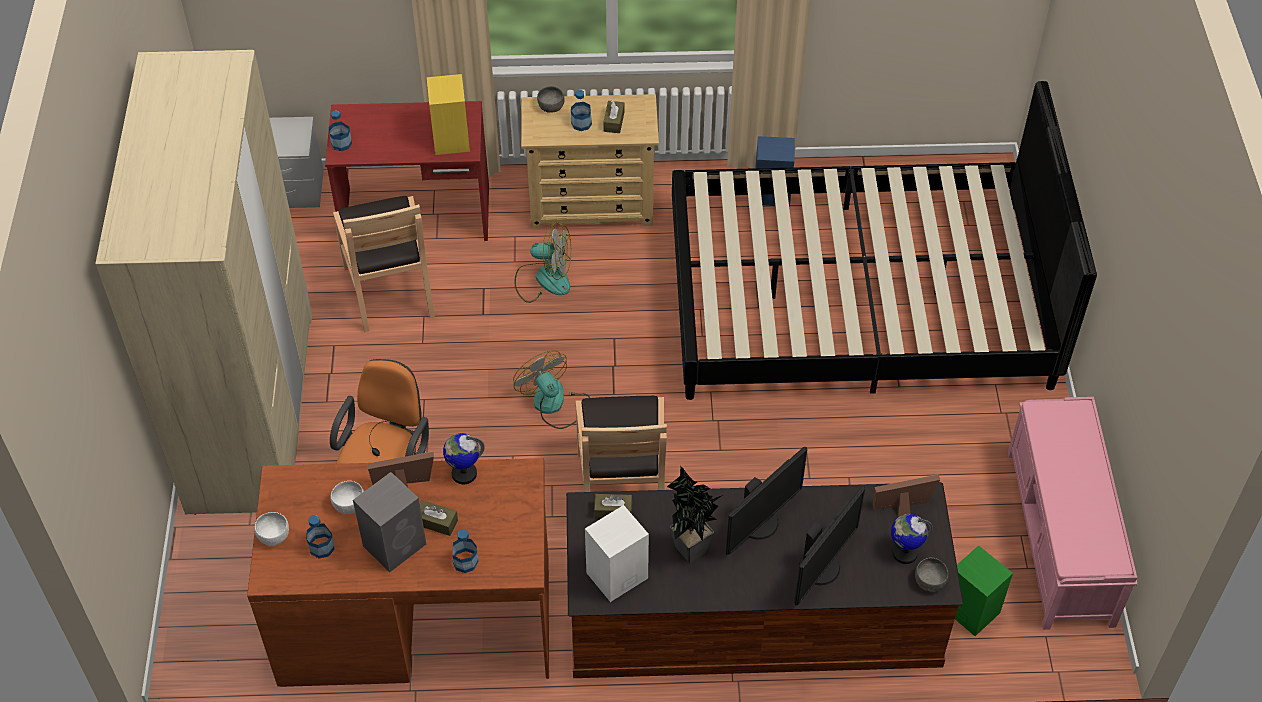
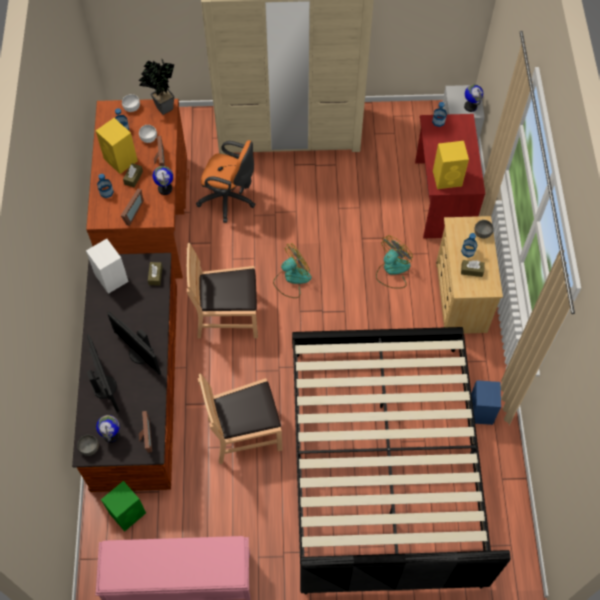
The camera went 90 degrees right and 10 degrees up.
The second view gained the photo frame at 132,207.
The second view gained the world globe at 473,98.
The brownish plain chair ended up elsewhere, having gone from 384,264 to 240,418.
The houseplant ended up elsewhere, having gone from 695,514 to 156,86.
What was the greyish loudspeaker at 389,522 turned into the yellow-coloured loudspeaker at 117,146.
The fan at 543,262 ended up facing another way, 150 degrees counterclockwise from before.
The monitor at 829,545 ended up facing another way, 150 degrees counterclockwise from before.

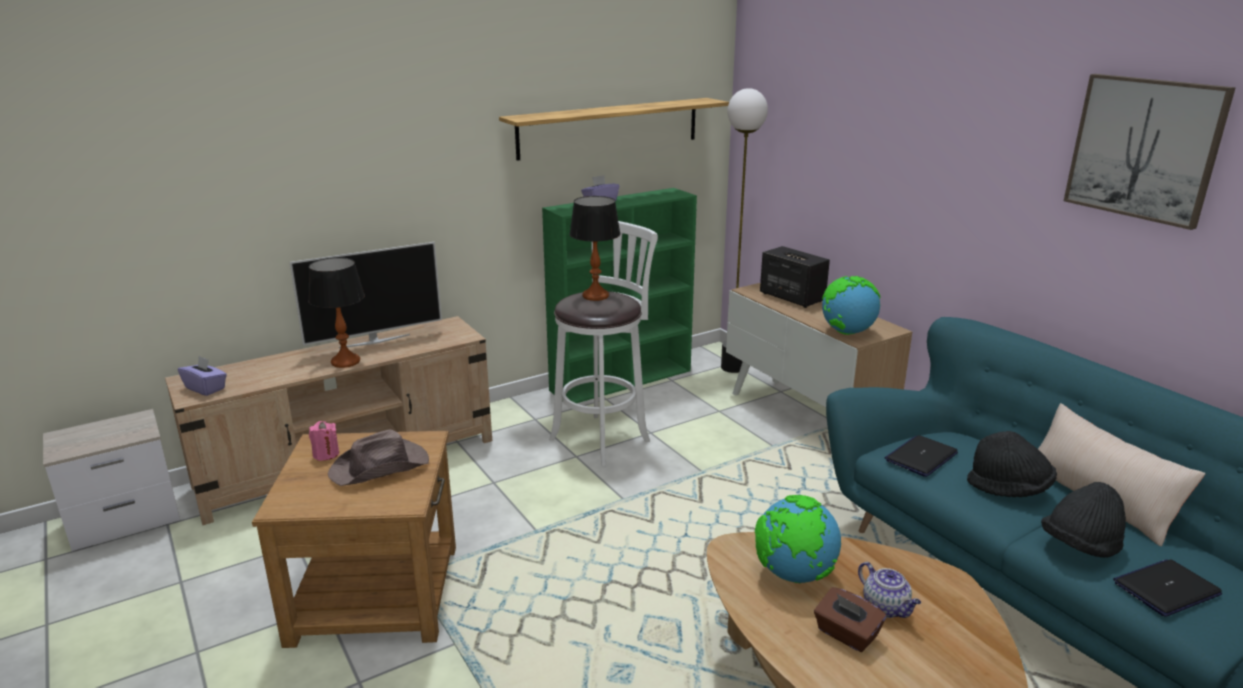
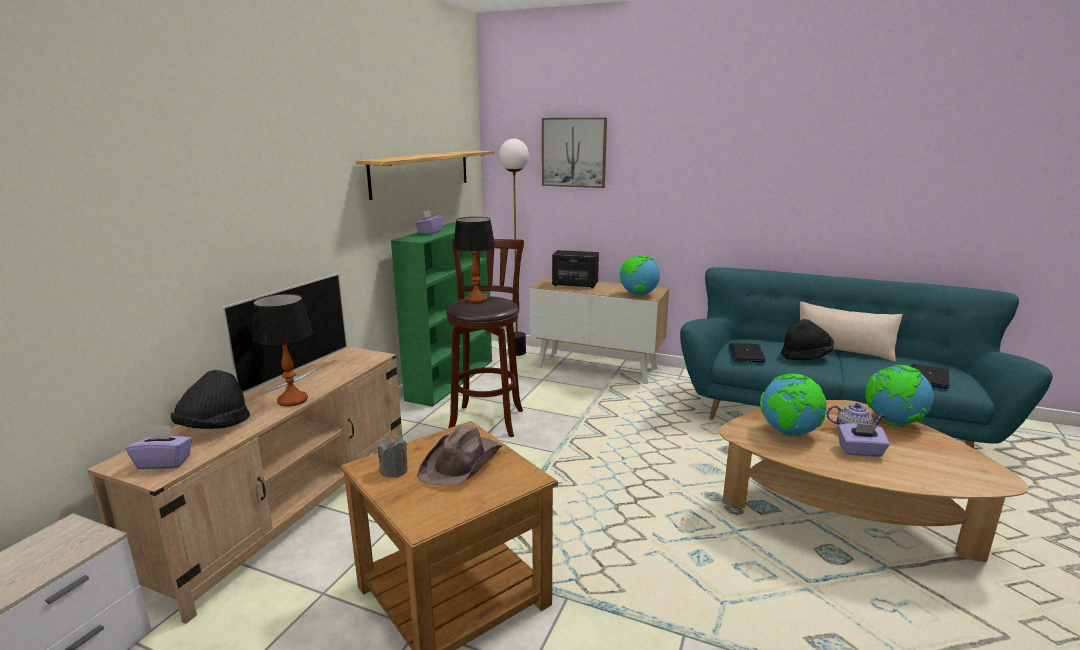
The camera went 35 degrees left and 5 degrees down.
The second view gained the world globe at 899,395.
The black wearable hat ended up elsewhere, having gone from 1083,520 to 210,399.
The wall art ended up elsewhere, having gone from 1150,152 to 574,153.
What was the pink-coloured wax candle at 324,441 turned into the greyish wax candle at 393,457.
What was the whitish stool at 603,344 turned into the brownish stool at 485,337.
What was the brownish tissue holder at 850,619 turned into the purplish tissue holder at 864,440.

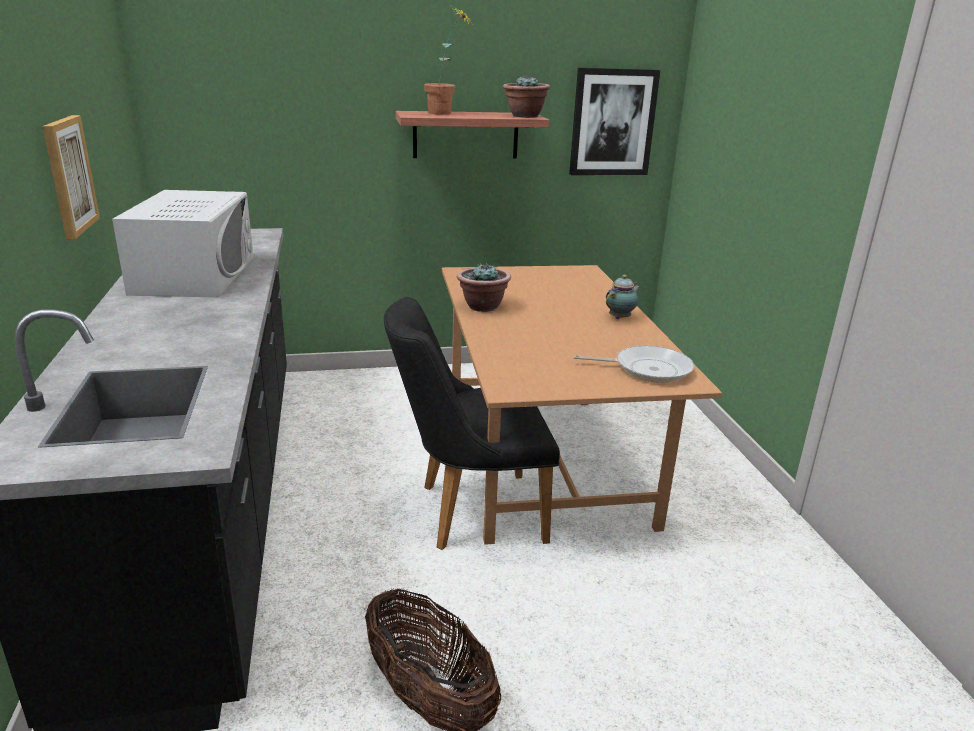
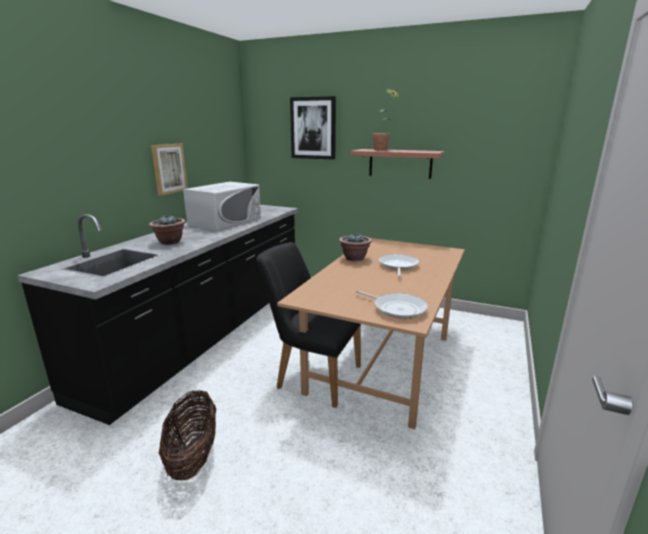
The camera went 35 degrees right and 5 degrees down.
The second view lost the tea pot at 623,297.
The second view gained the pan at 399,266.
The houseplant ended up elsewhere, having gone from 526,96 to 167,230.
The wall art ended up elsewhere, having gone from 614,121 to 313,128.

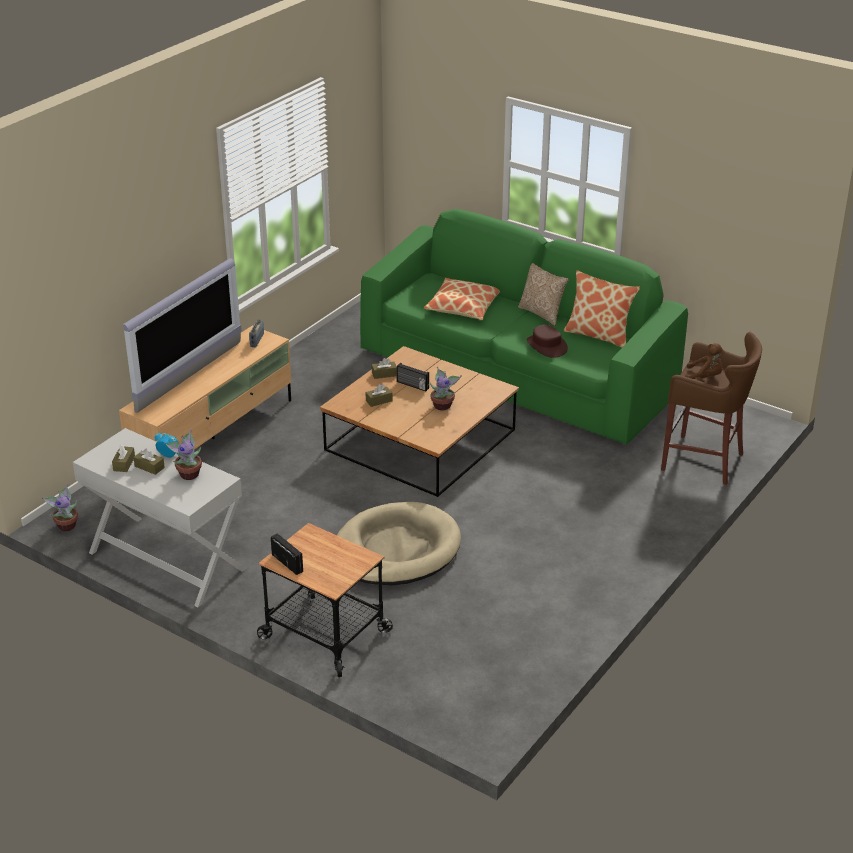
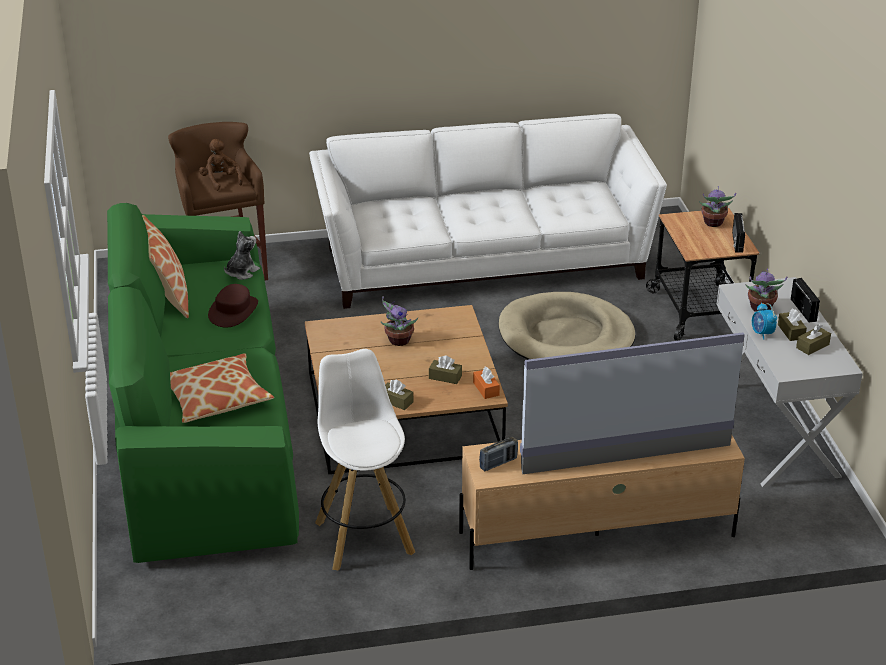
The camera went 135 degrees left and 0 degrees up.
The second view lost the pillow at 543,294.
The second view gained the cuddly toy at 242,255.
The second view gained the whitish sofa at 488,211.
The second view gained the whitish stool at 365,459.
The second view gained the orange-coloured tissue holder at 486,383.
The houseplant ended up elsewhere, having gone from 60,507 to 717,206.
The radio receiver ended up elsewhere, having gone from 413,377 to 805,300.

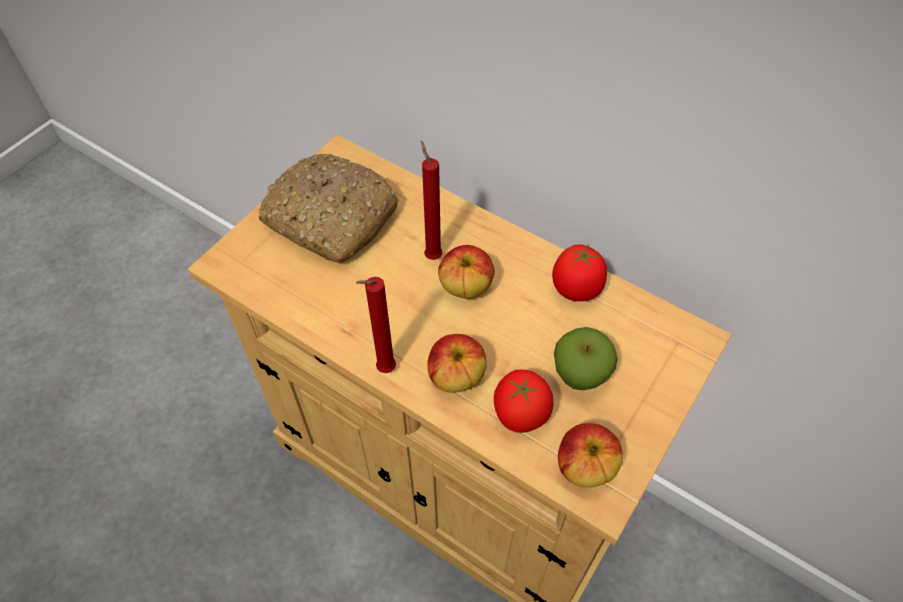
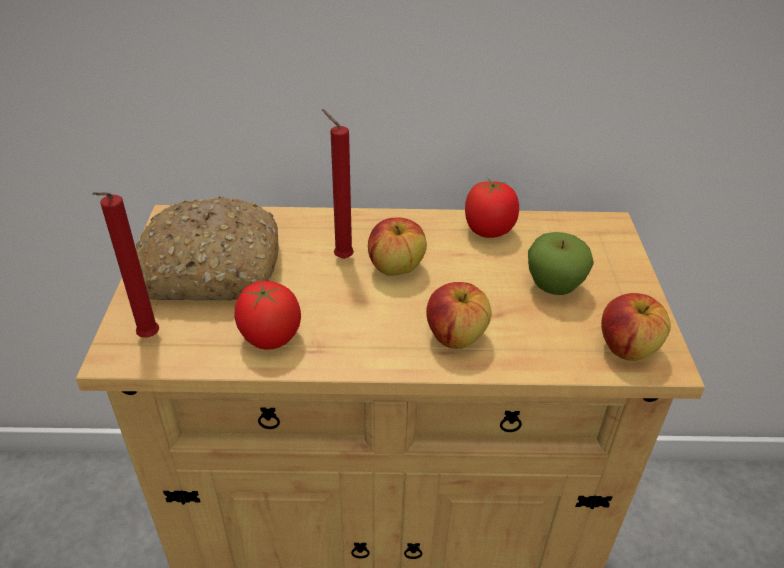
The camera went 35 degrees left and 15 degrees down.
The red wax candle ended up elsewhere, having gone from 376,325 to 125,265.
The tomato ended up elsewhere, having gone from 524,401 to 268,315.

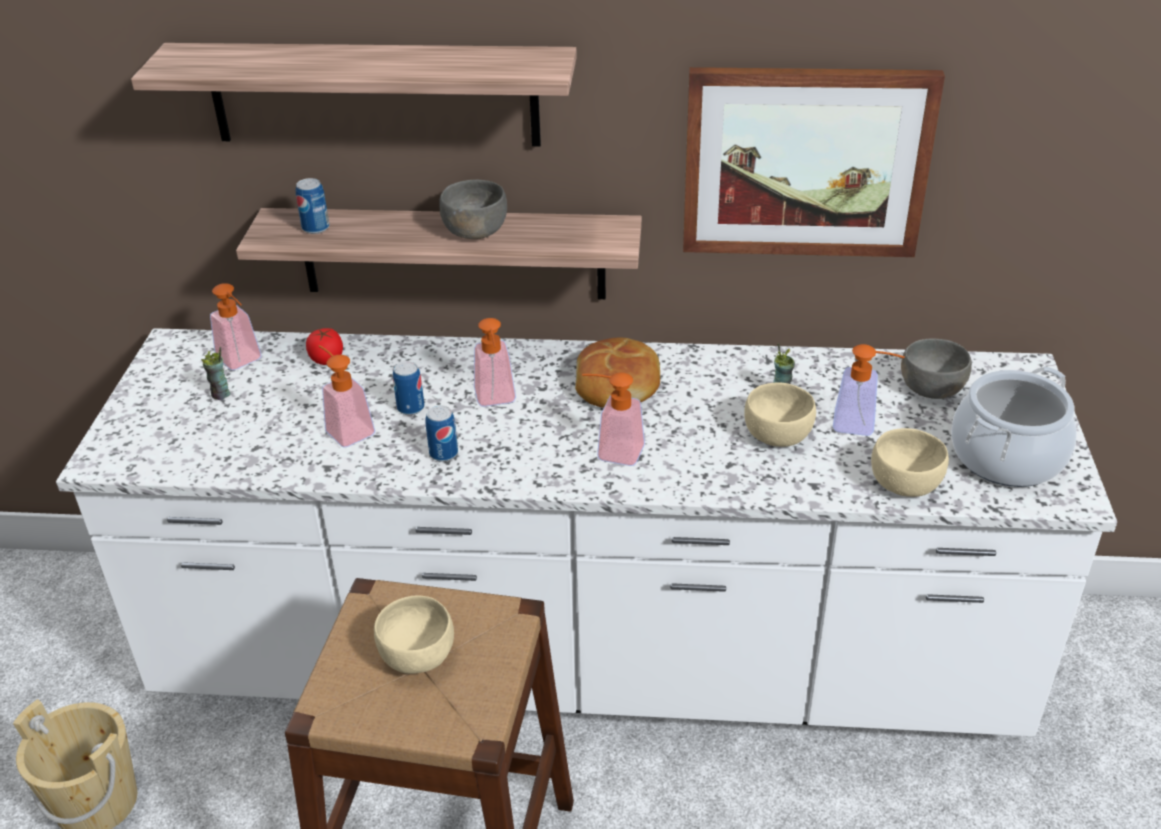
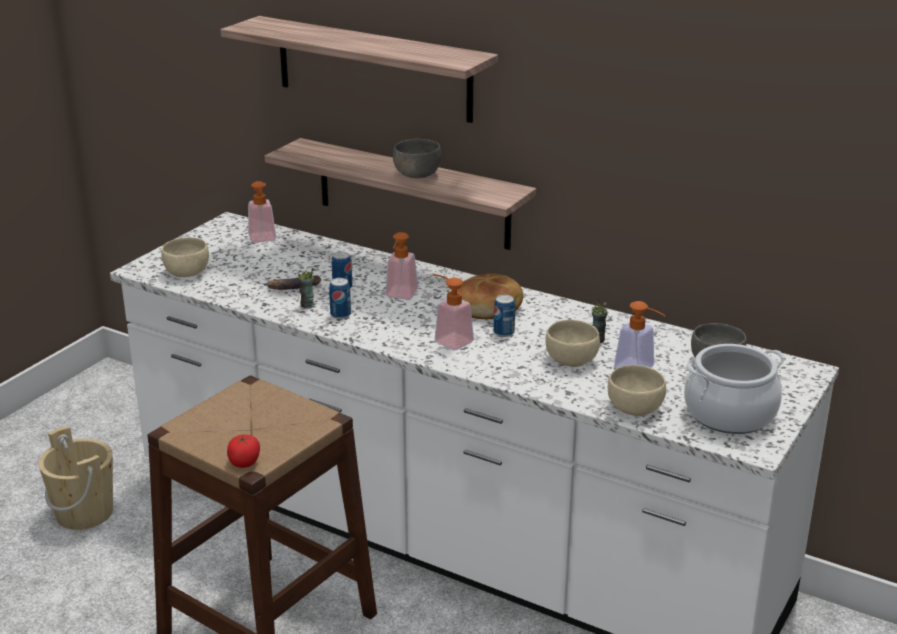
The camera went 25 degrees right and 10 degrees down.
The second view lost the wall art at 814,162.
The cup ended up elsewhere, having gone from 216,373 to 306,288.
The metal can ended up elsewhere, having gone from 312,206 to 504,316.
The tomato ended up elsewhere, having gone from 324,346 to 243,451.
The beige bowl ended up elsewhere, having gone from 414,635 to 185,257.
Where the soap dispenser stood at 347,396, the banana fruit came to stand at 292,282.

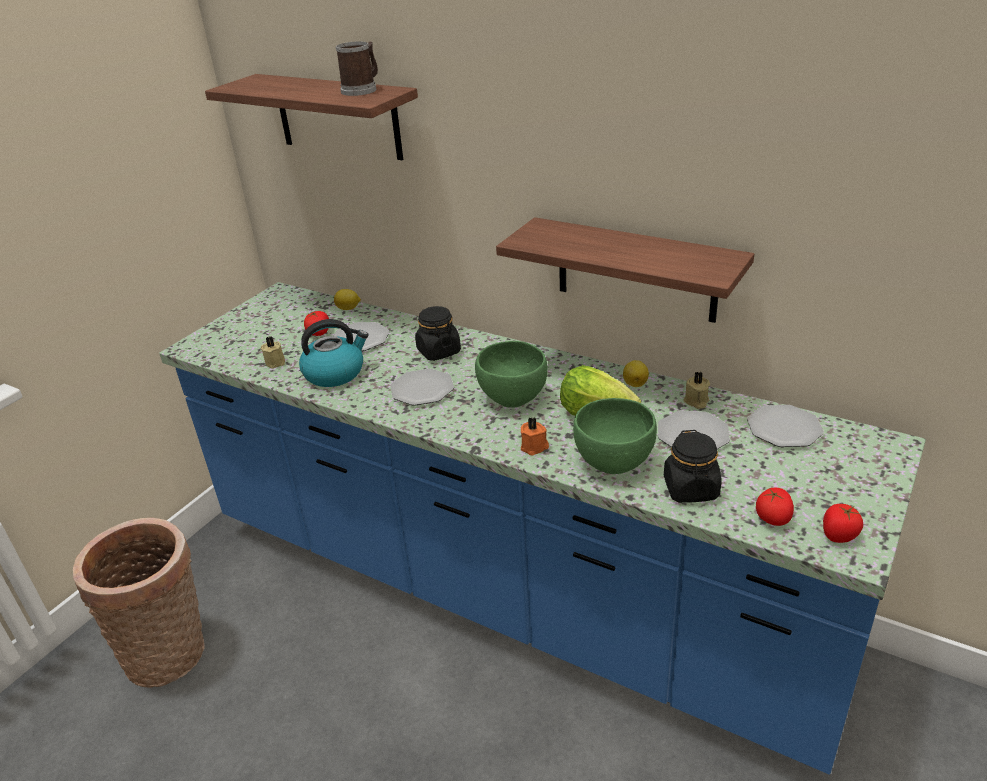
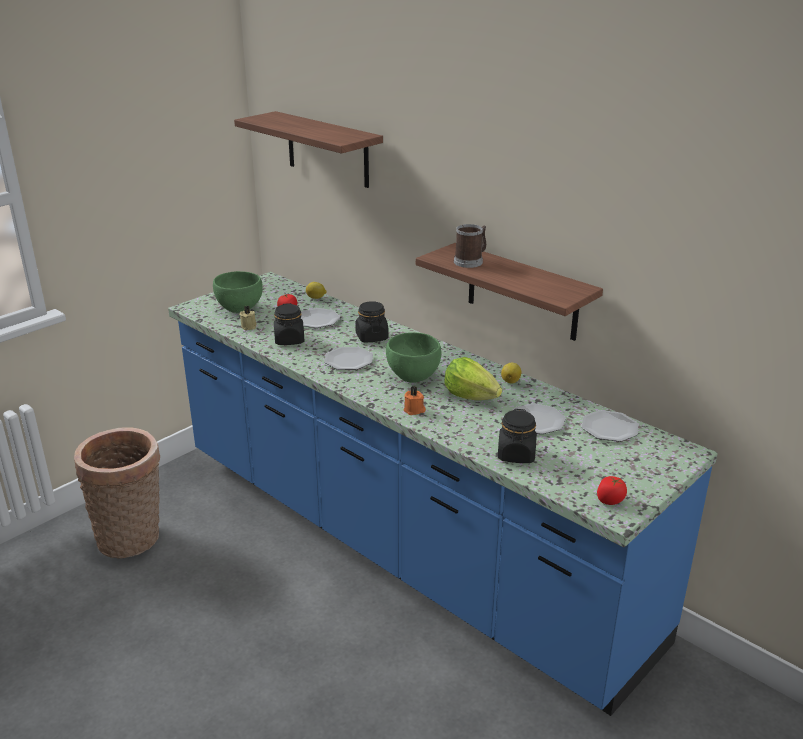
The camera went 10 degrees right and 5 degrees down.
The second view lost the beige wax candle at 696,390.
The second view lost the tomato at 775,507.
The tea mug ended up elsewhere, having gone from 357,68 to 470,246.
The green-coloured bowl ended up elsewhere, having gone from 615,436 to 238,292.
Where the tea kettle stood at 334,353, the black jar came to stand at 289,324.

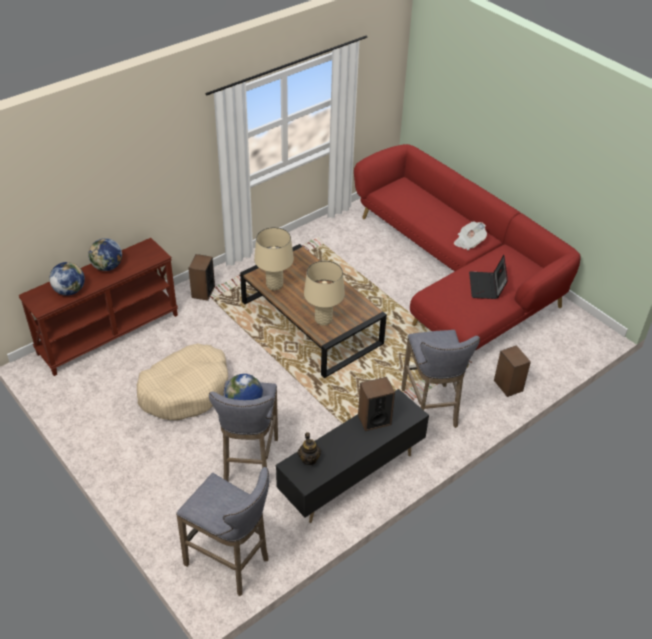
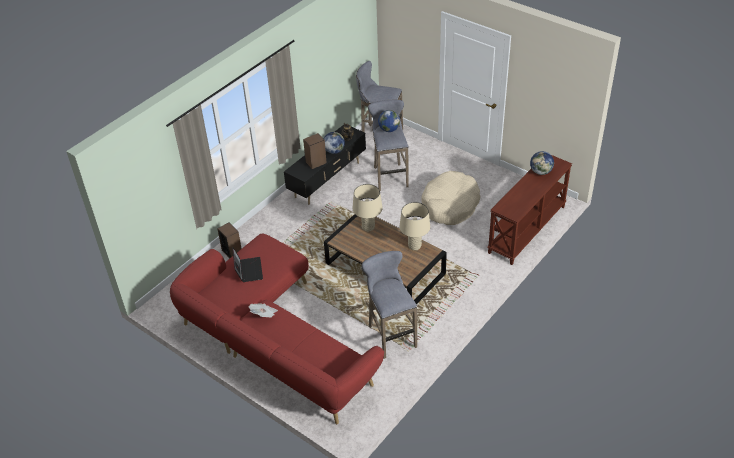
The camera went 170 degrees right and 0 degrees up.
The second view lost the loudspeaker at 201,277.
The world globe ended up elsewhere, having gone from 105,254 to 334,143.
The greyish stool ended up elsewhere, having gone from 440,379 to 389,305.

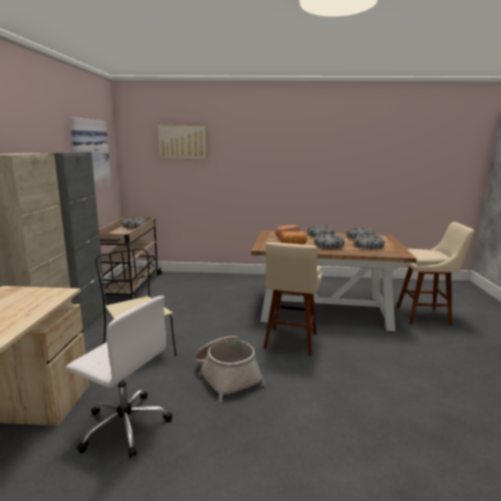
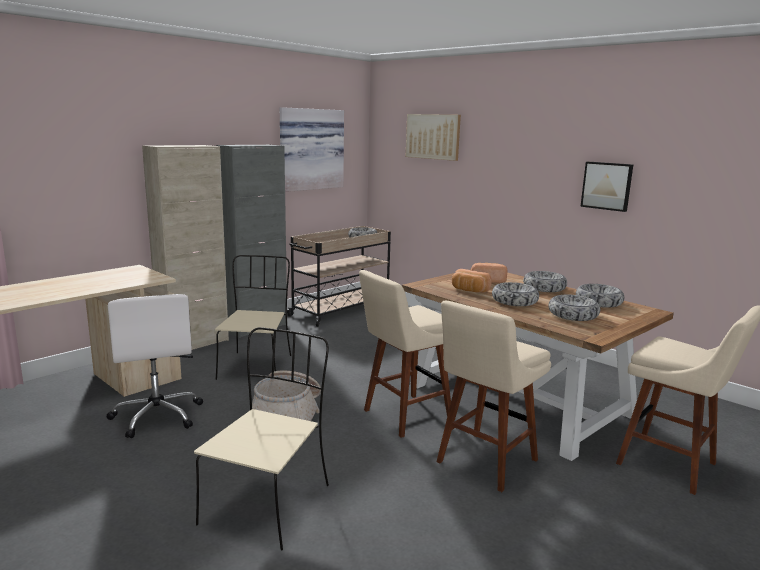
The camera went 40 degrees right and 0 degrees up.
The second view gained the beige plain chair at 261,438.
The second view gained the beige stool at 493,396.
The second view gained the wall art at 606,187.

